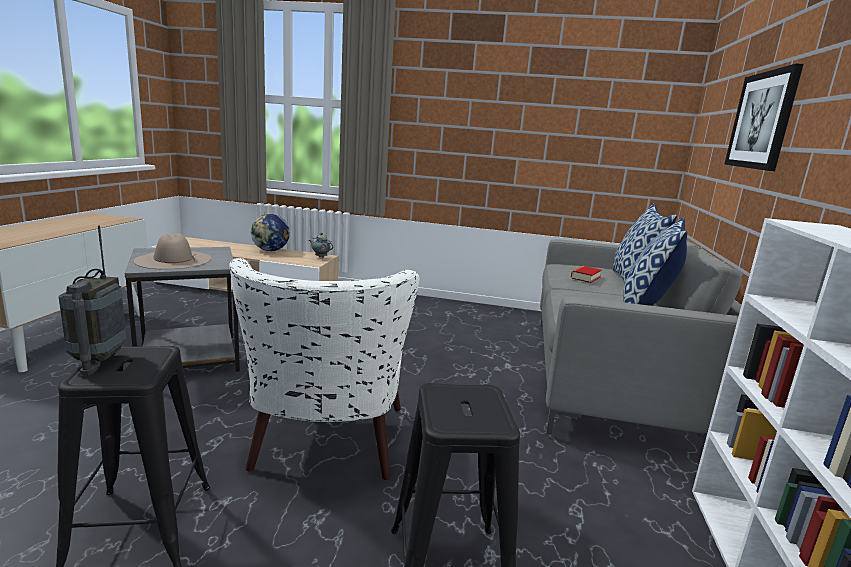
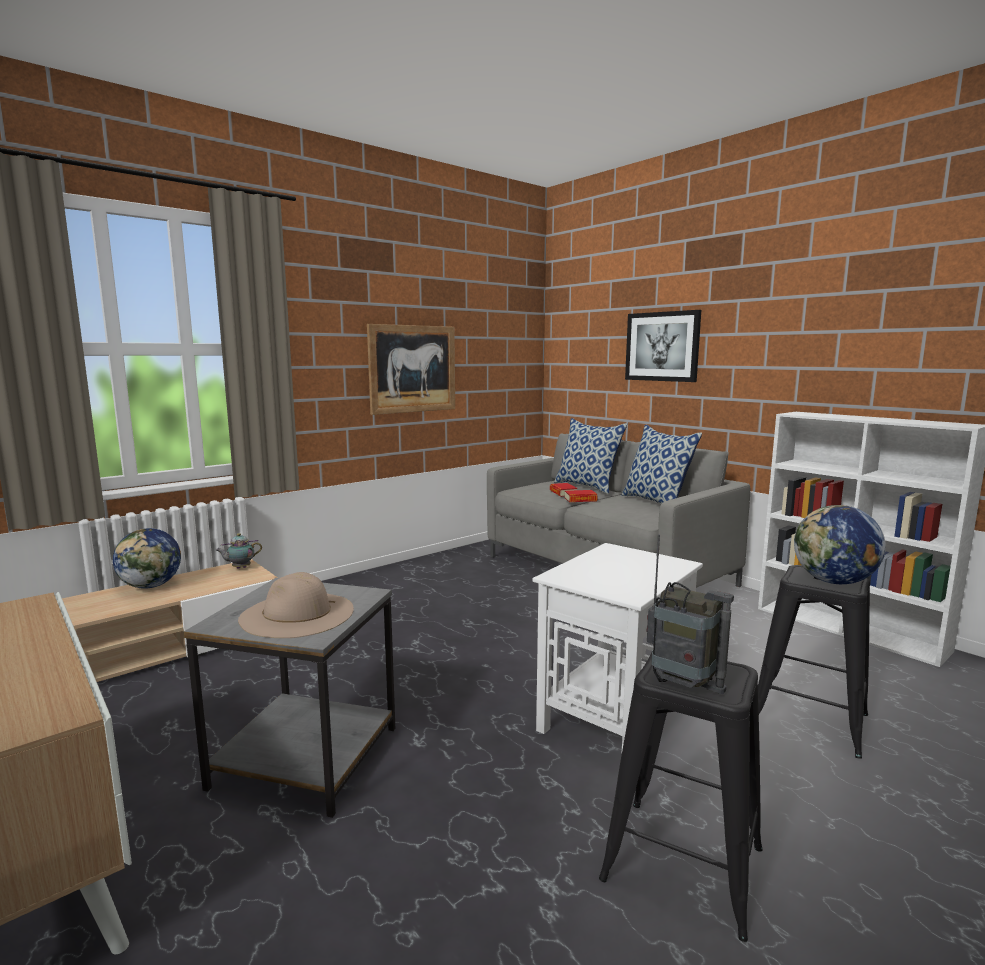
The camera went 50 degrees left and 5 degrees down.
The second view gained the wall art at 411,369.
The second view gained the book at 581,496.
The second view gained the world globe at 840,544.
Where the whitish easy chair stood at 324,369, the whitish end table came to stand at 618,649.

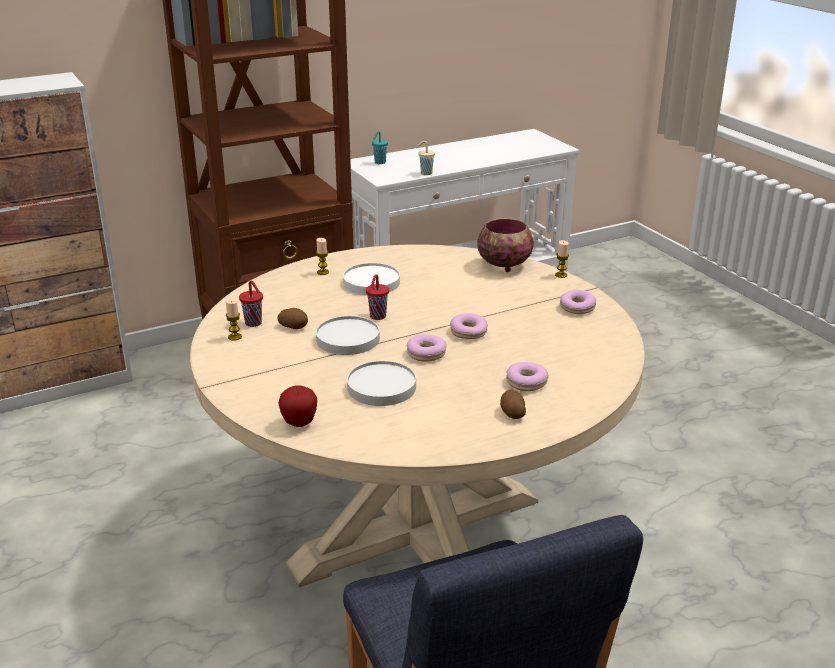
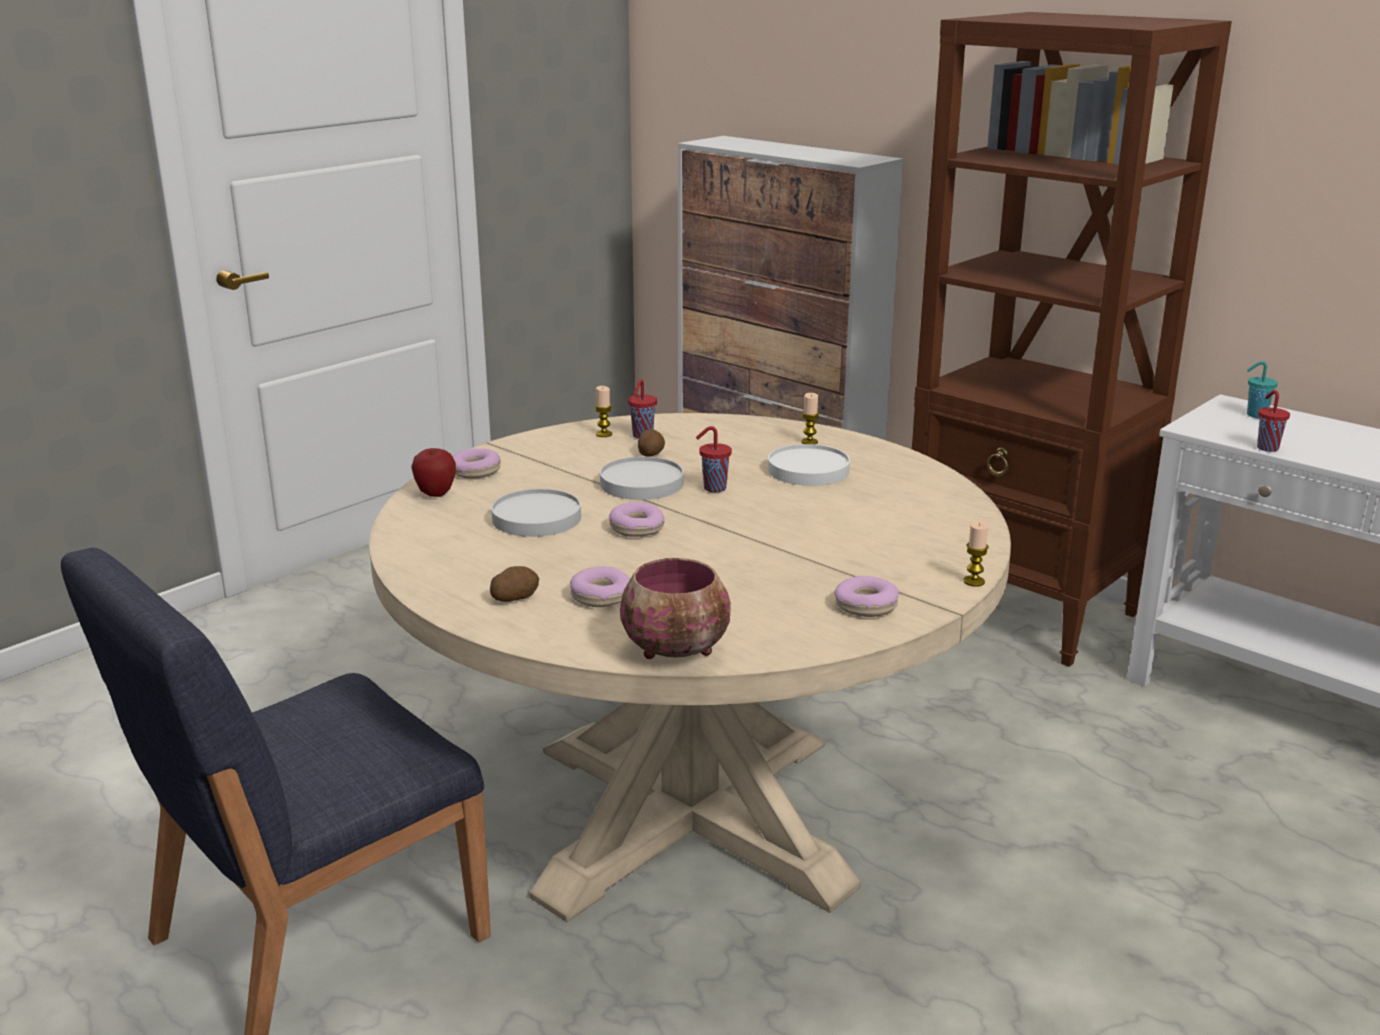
The camera went 70 degrees right and 5 degrees down.
The doughnut ended up elsewhere, having gone from 469,326 to 477,463.
The bowl ended up elsewhere, having gone from 505,245 to 675,608.
What was the beige cup at 426,158 turned into the red cup at 1273,421.

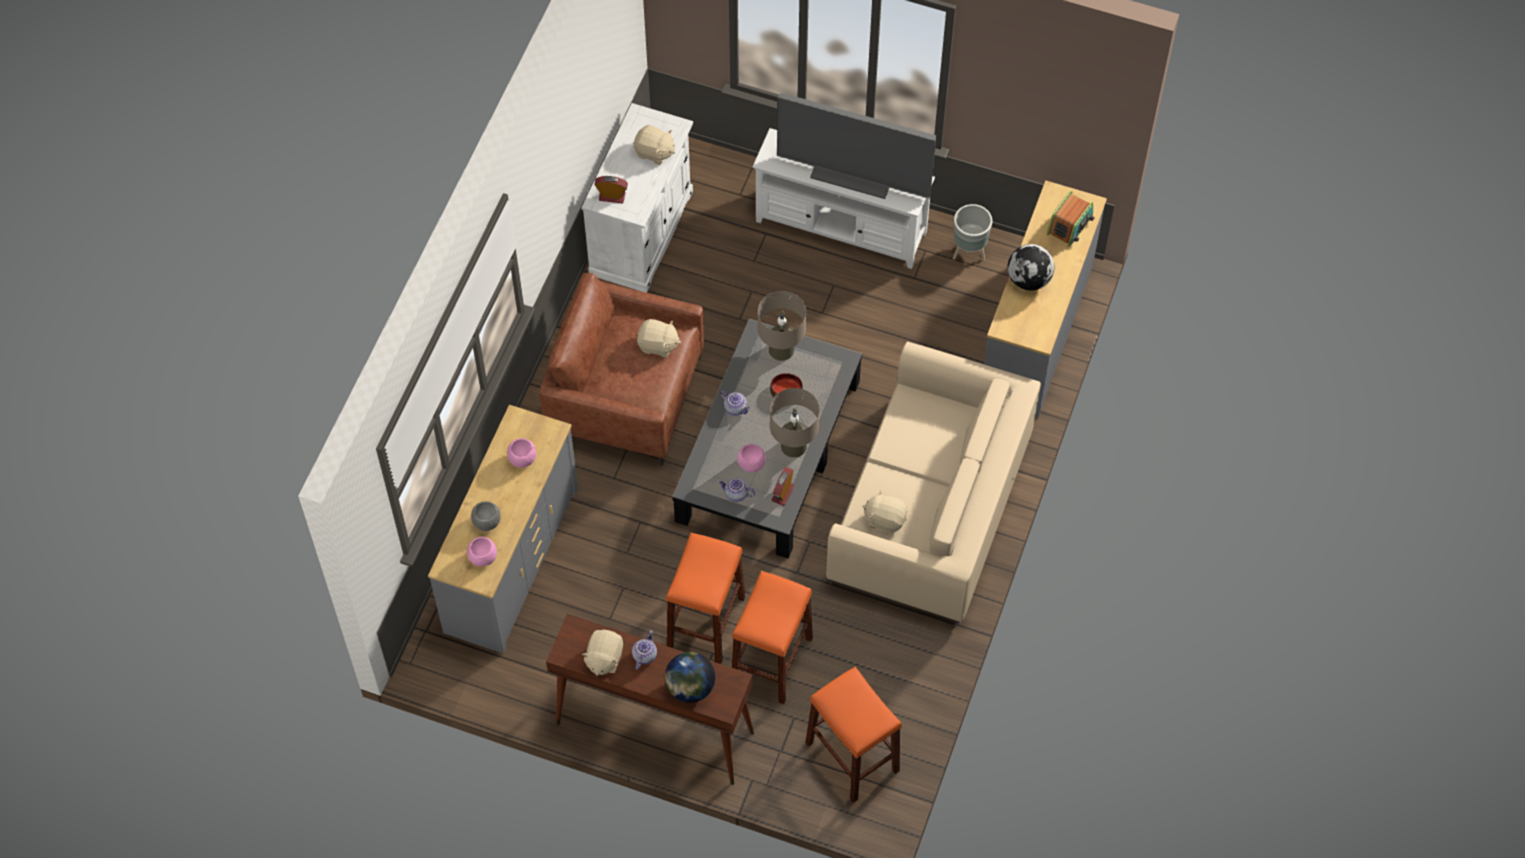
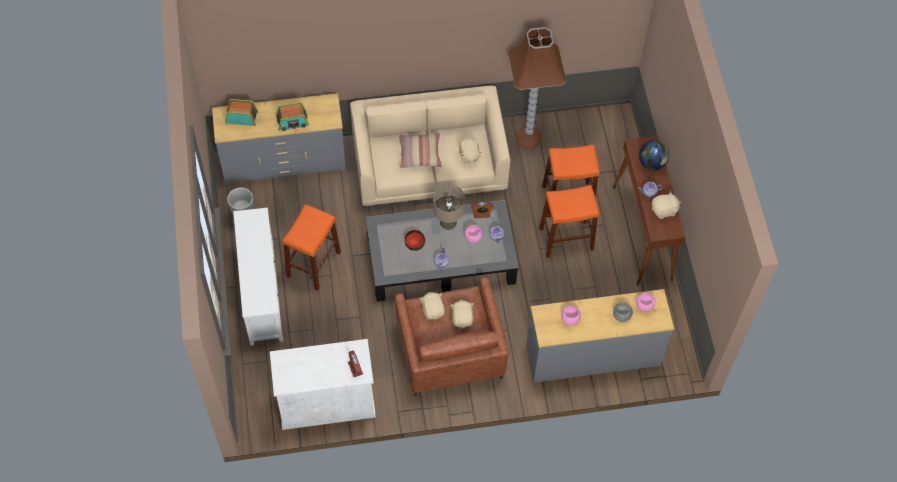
The camera went 120 degrees left and 0 degrees up.
The second view lost the beige lamp for a table at 782,326.
The second view lost the TV set at 856,146.
The second view gained the pillow at 420,150.
The second view gained the brownish standard lamp at 537,88.
The beige cuddly toy ended up elsewhere, having gone from 654,145 to 462,314.
The orange-coloured stool ended up elsewhere, having gone from 853,735 to 311,247.
Where the world globe stood at 1031,267, the radio receiver came to stand at 292,116.

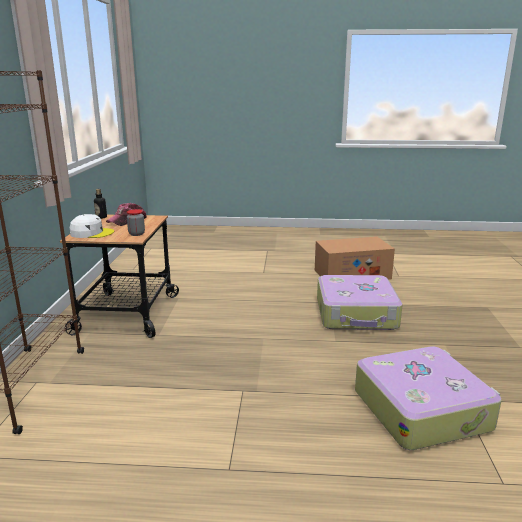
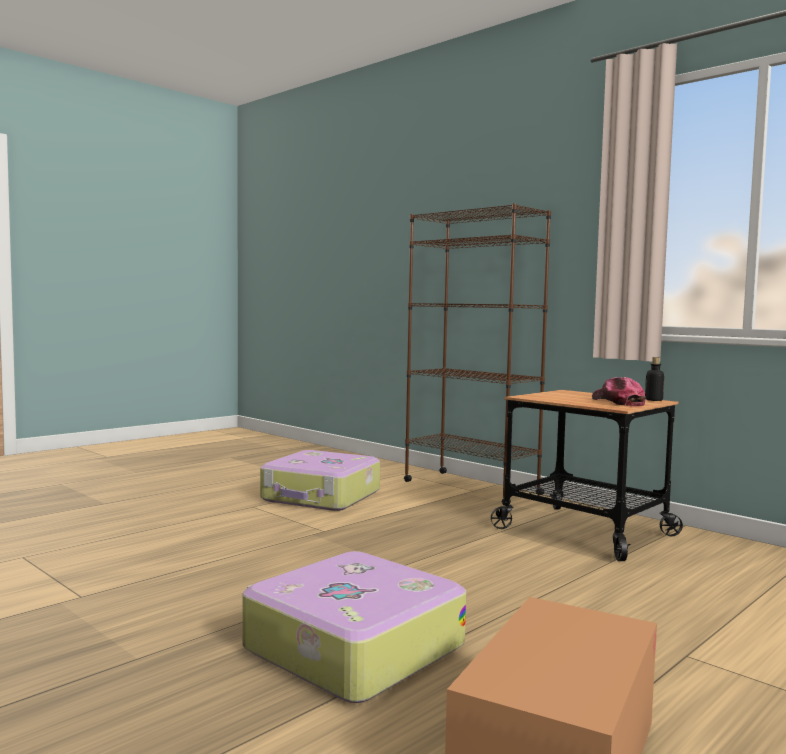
The camera went 130 degrees right and 15 degrees down.
The second view lost the whitish baseball cap at 92,226.
The second view lost the jar at 136,222.
The suitcase ended up elsewhere, having gone from 428,398 to 320,480.

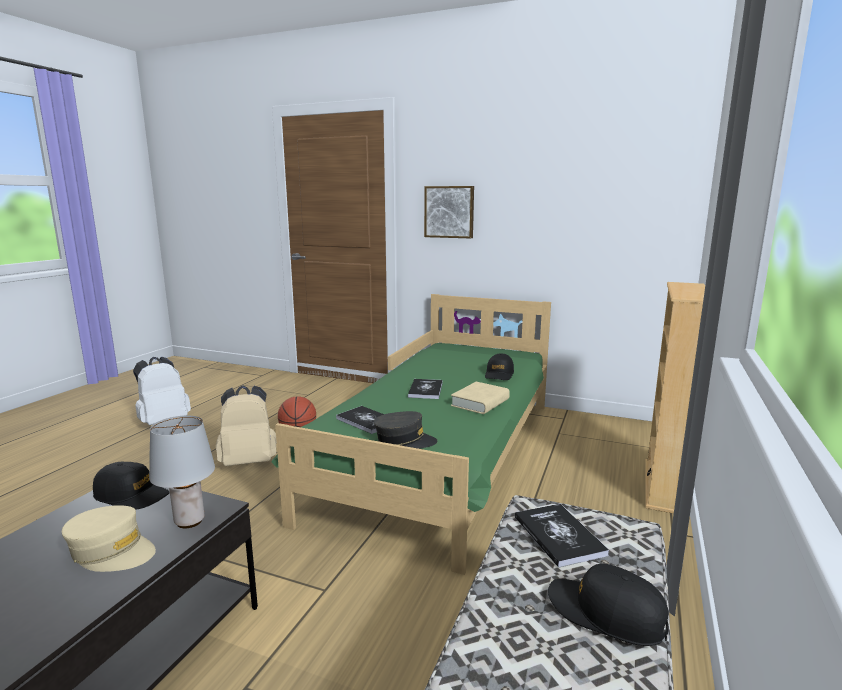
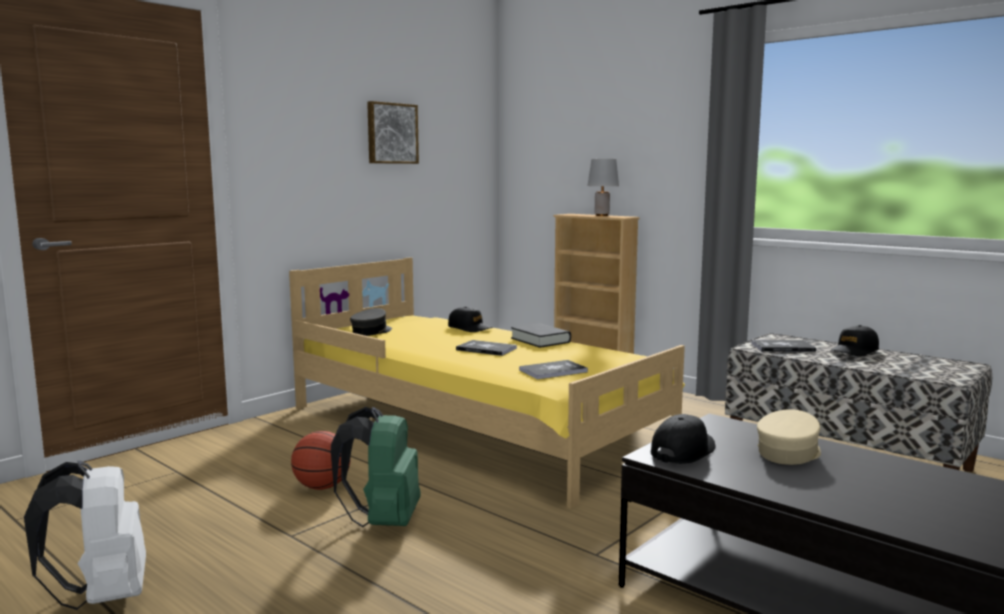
The camera went 70 degrees left and 5 degrees down.
The greyish lamp for a table ended up elsewhere, having gone from 182,472 to 603,187.
The greyish baseball cap ended up elsewhere, having gone from 405,430 to 371,322.
The wall art ended up elsewhere, having gone from 449,212 to 393,132.
What was the beige knapsack at 246,425 turned into the green-coloured knapsack at 376,467.
What was the green-coloured bed at 411,434 turned into the yellow-coloured bed at 487,383.
What was the beige book at 480,397 turned into the black book at 541,335.

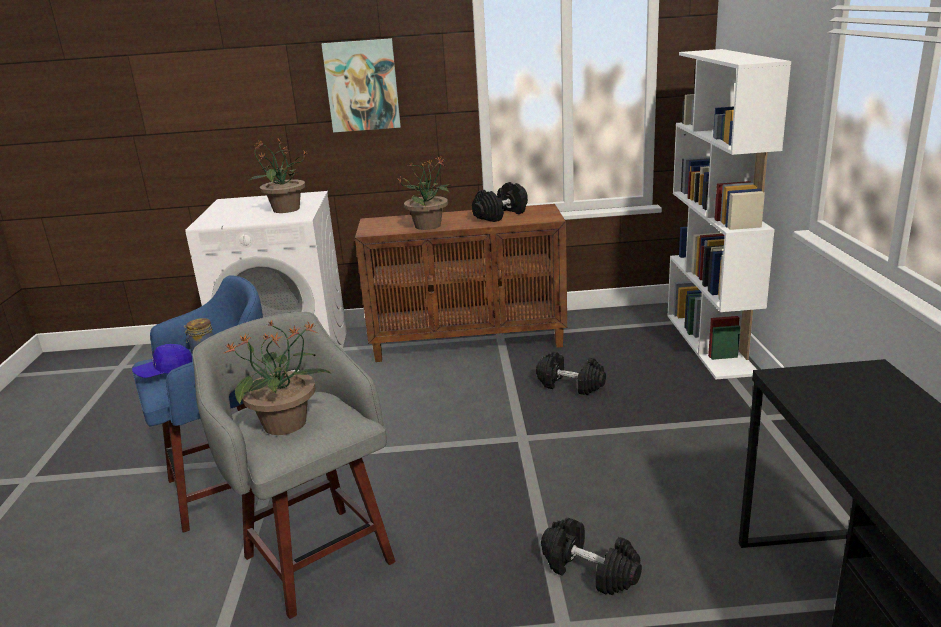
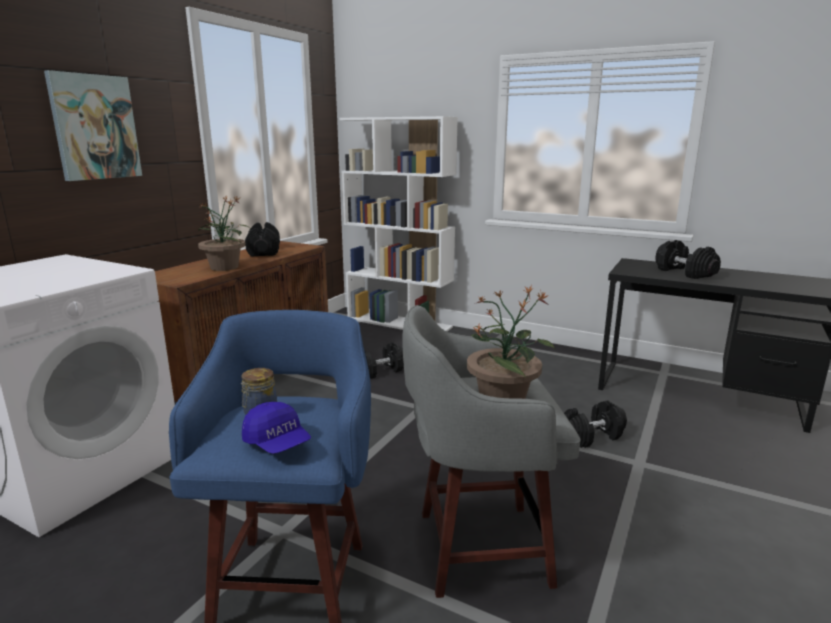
The camera went 60 degrees left and 5 degrees down.
The second view lost the houseplant at 278,175.
The second view gained the black hand weight at 688,259.
The blue baseball cap at 162,361 ended up facing another way, 45 degrees counterclockwise from before.

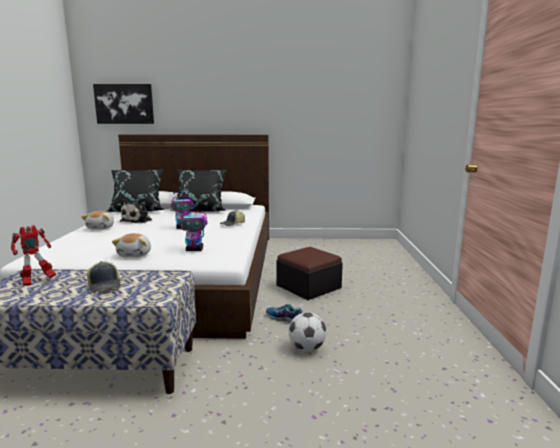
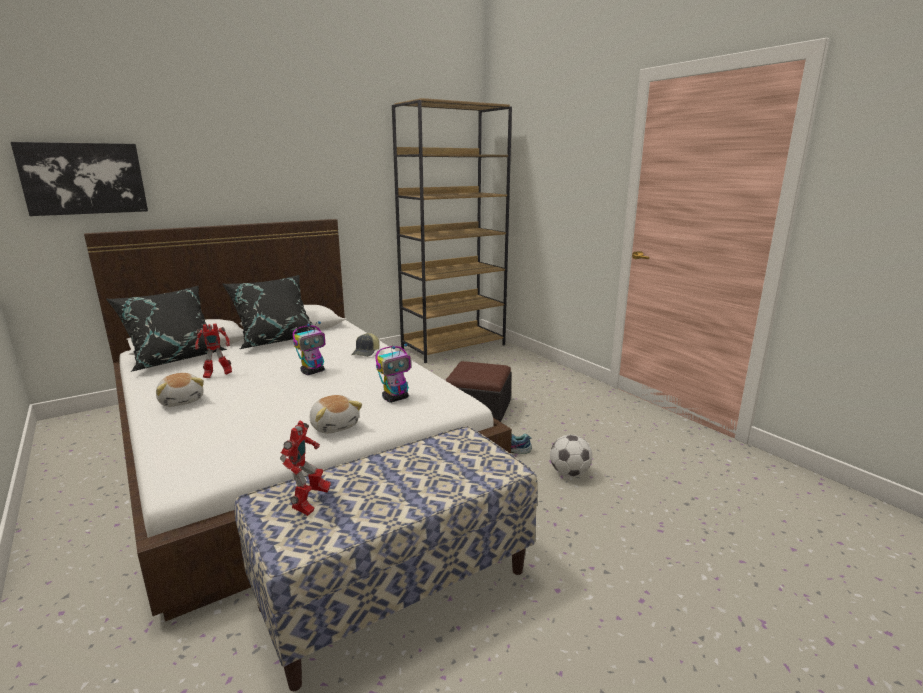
The camera went 35 degrees left and 5 degrees up.
The second view lost the baseball cap at 104,277.
The second view gained the brownish shelving unit at 452,230.
Where the cuddly toy stood at 136,211, the toy robot came to stand at 213,350.

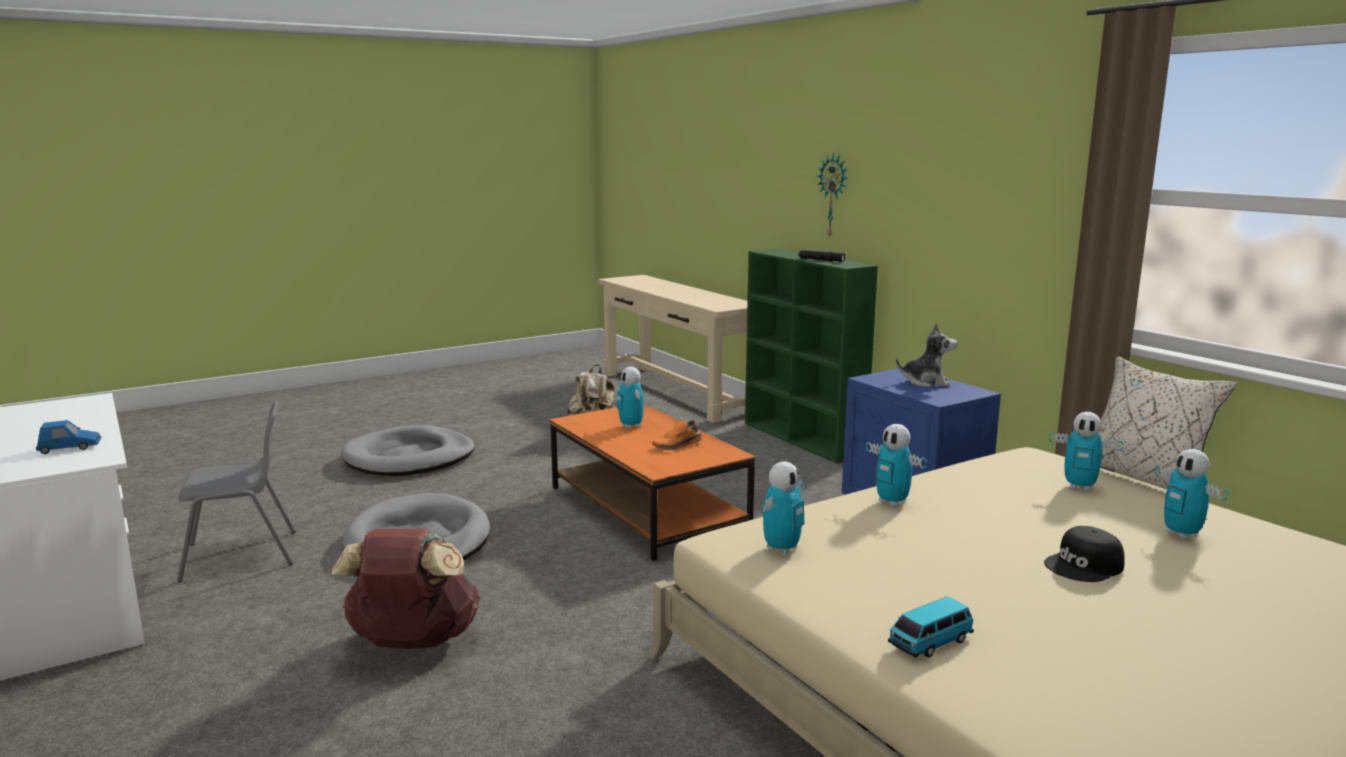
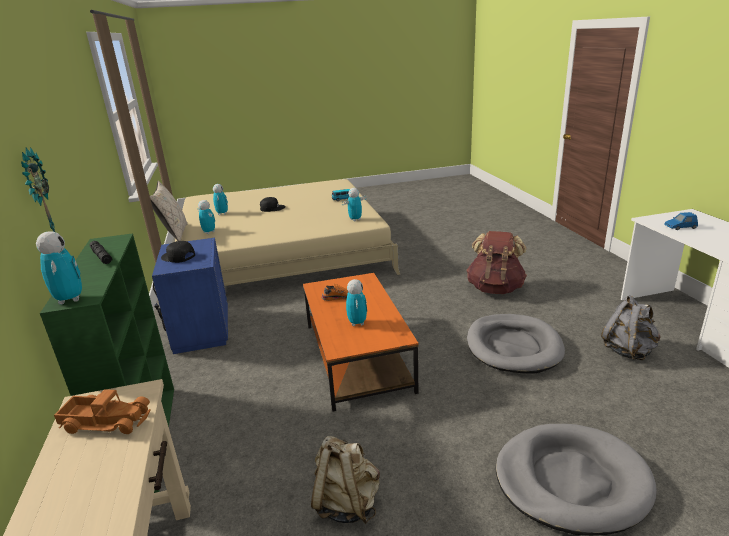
The camera went 160 degrees left and 10 degrees up.
The second view gained the model truck at 102,411.
The toy robot ended up elsewhere, having gone from 896,465 to 59,268.
Where the greyish plain chair stood at 236,491, the greyish knapsack came to stand at 631,327.
Where the cuddly toy stood at 926,355, the black baseball cap came to stand at 178,252.

